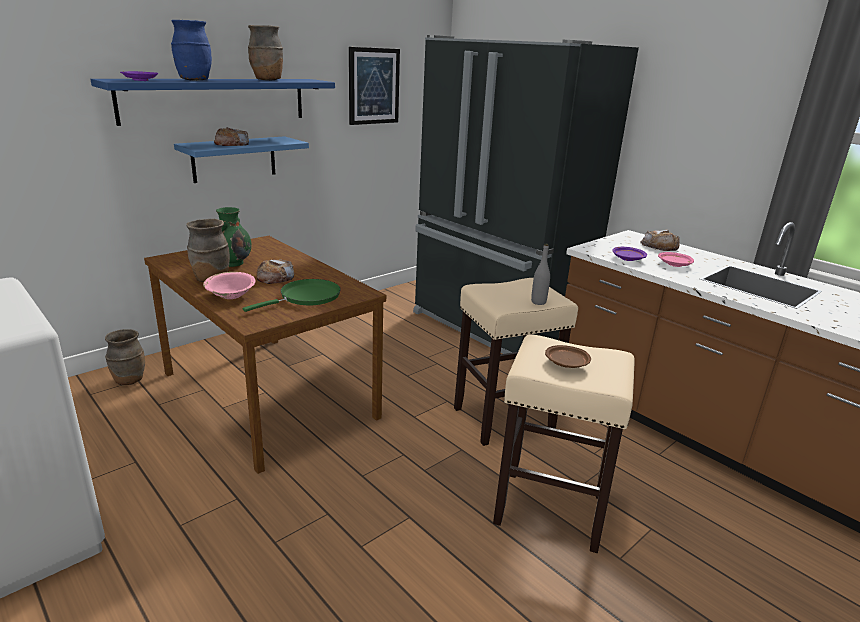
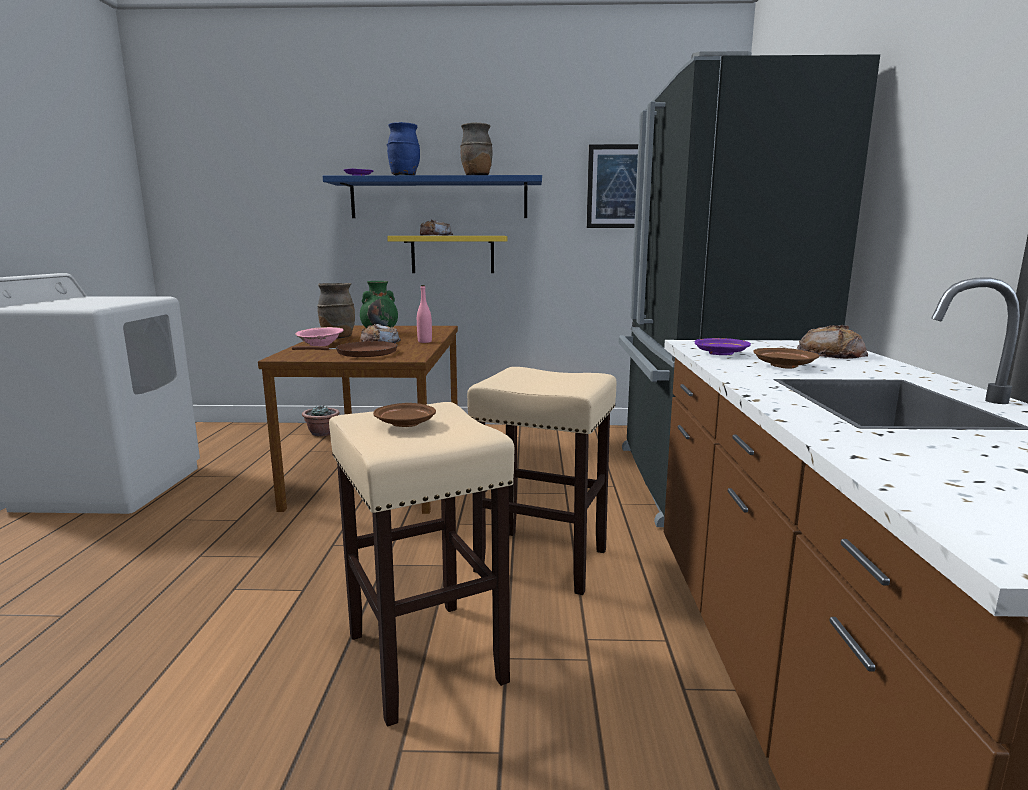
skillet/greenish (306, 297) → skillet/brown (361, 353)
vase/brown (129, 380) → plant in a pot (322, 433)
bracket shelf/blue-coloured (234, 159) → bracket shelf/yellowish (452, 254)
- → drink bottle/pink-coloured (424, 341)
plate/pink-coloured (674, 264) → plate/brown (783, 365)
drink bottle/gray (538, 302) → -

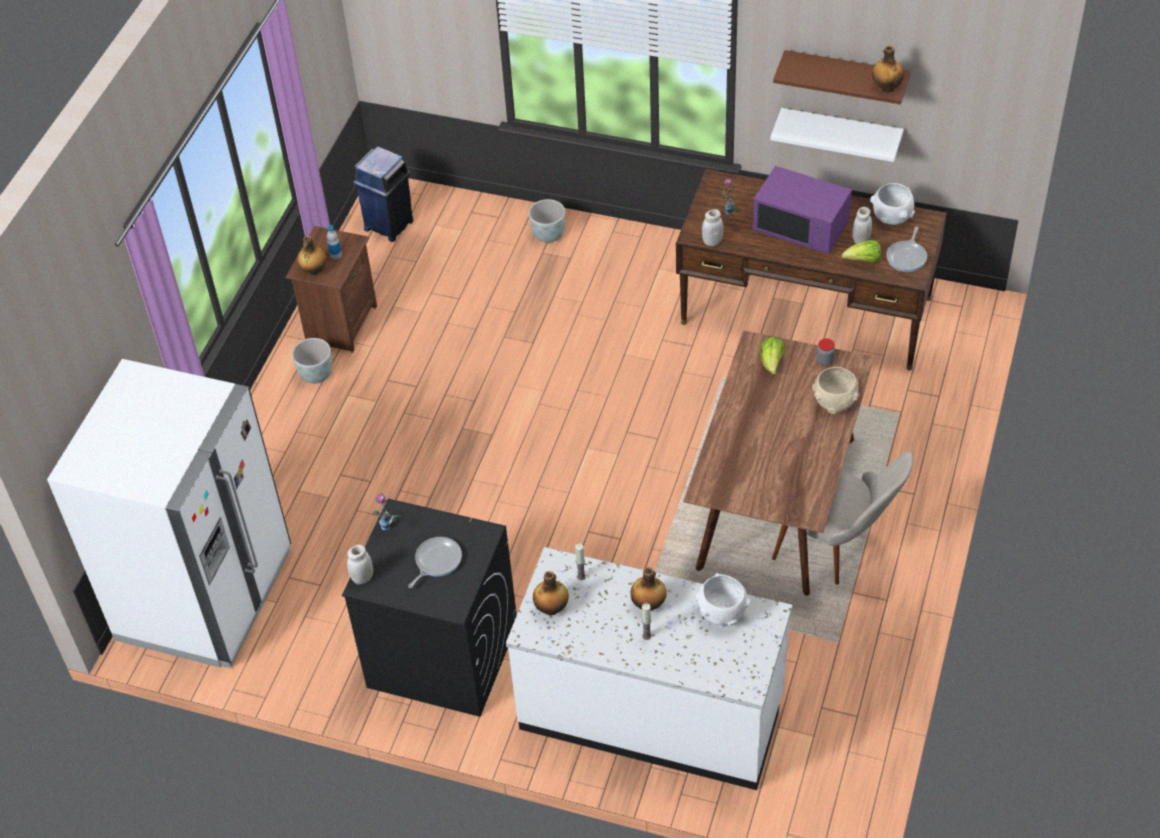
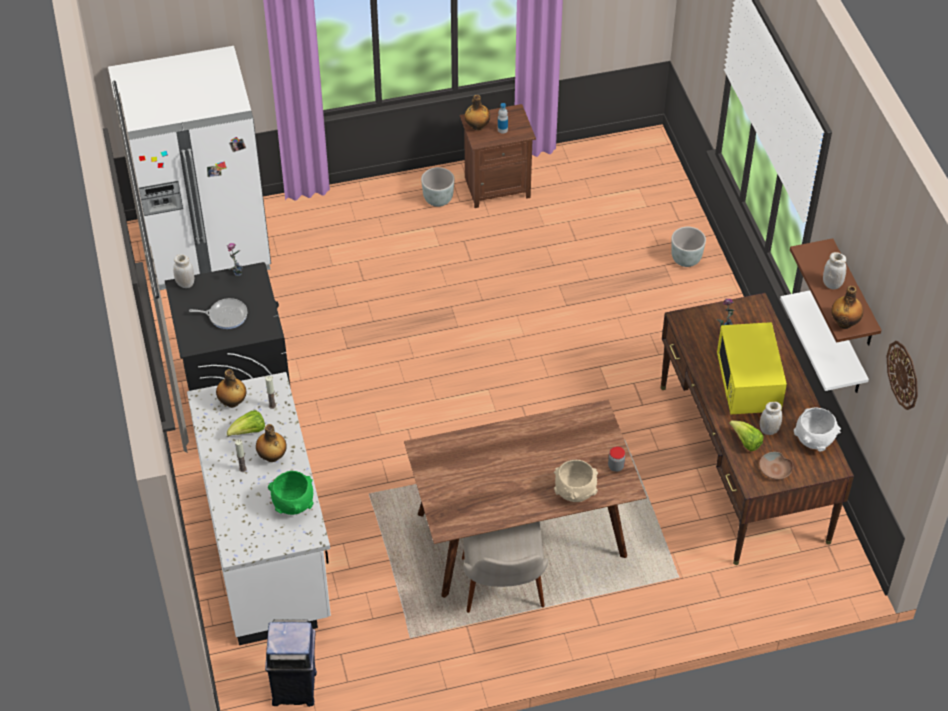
head of lettuce (772, 362) → head of lettuce (249, 432), relocated
rubbish bin/blue-coloured (389, 224) → rubbish bin/blue-coloured (295, 688), relocated
bowl/whitish (722, 613) → bowl/greenish (292, 504)
microwave/purple (801, 228) → microwave/yellowish (748, 384)
skillet (907, 257) → bowl/brown (775, 470)
storage jar/whitish (712, 241) → storage jar/whitish (832, 284), relocated
- → clock on the wall (903, 375)

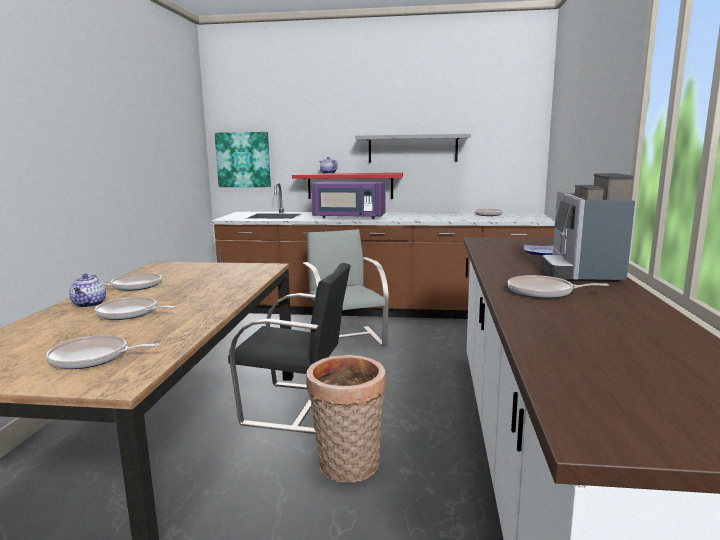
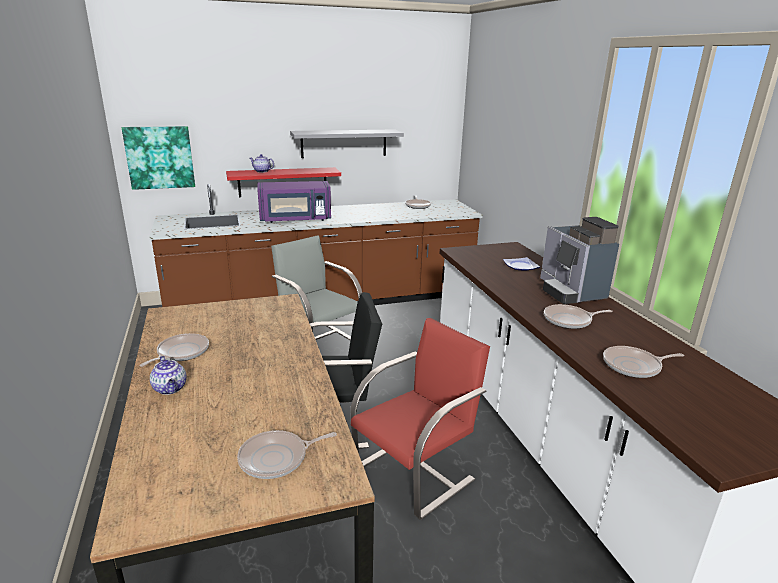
basket (348, 468) → plain chair/reddish (416, 472)
skillet (130, 313) → skillet (634, 366), relocated

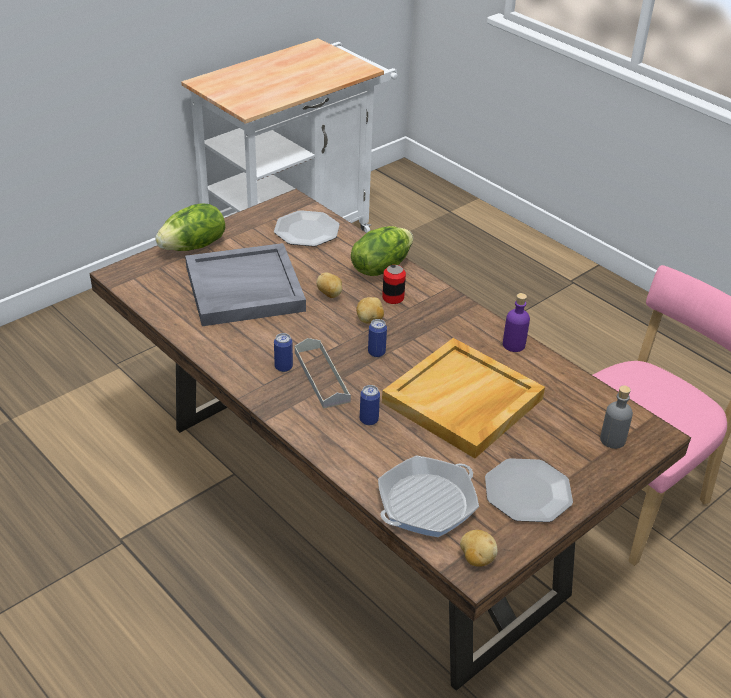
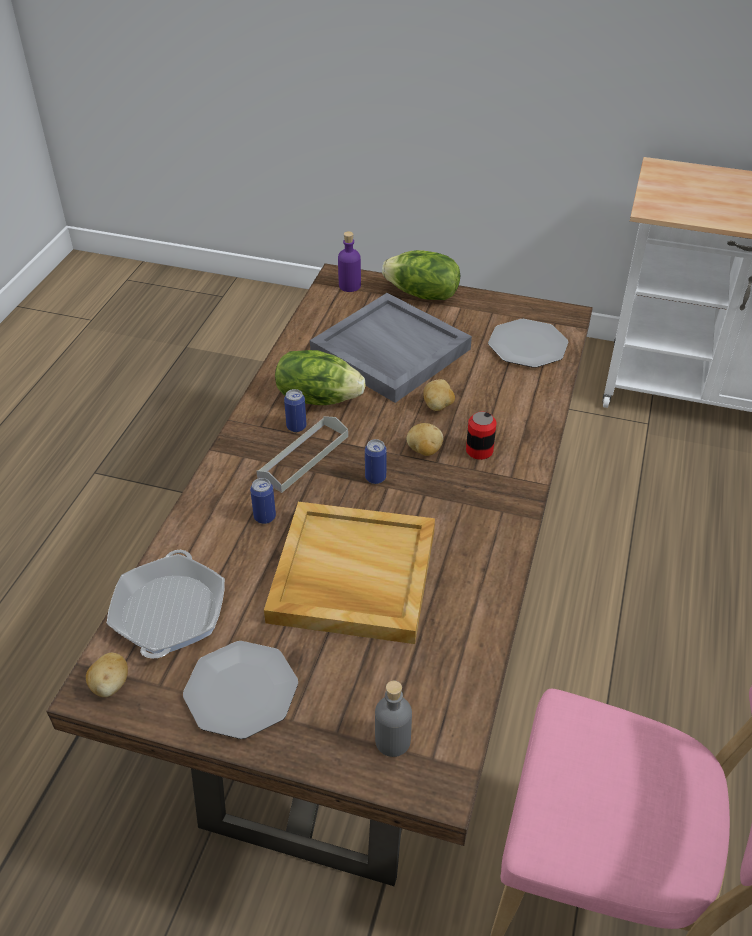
skillet (426, 503) → skillet (169, 612), 75 degrees clockwise
head of lettuce (380, 267) → head of lettuce (318, 397), relocated
drink bottle/purple (513, 345) → drink bottle/purple (349, 286), relocated

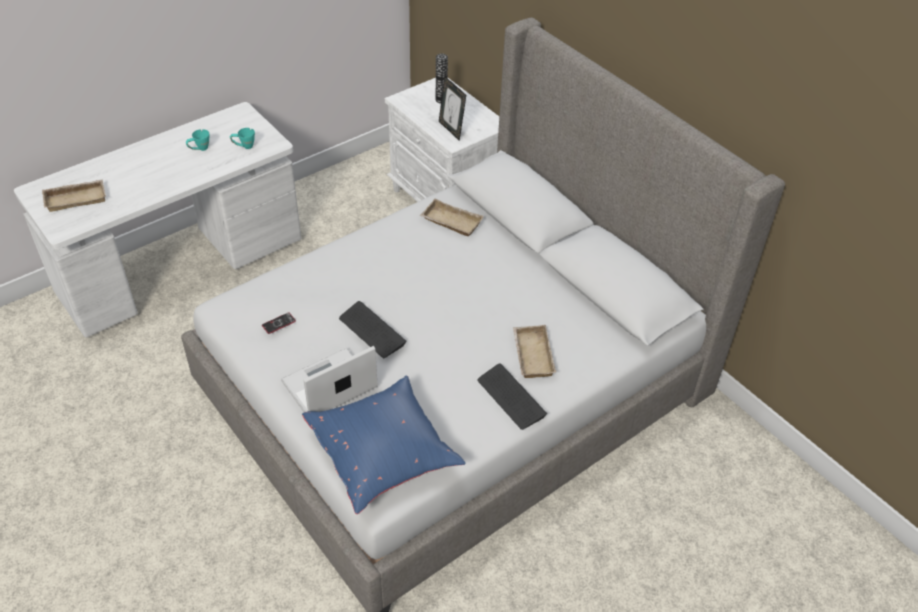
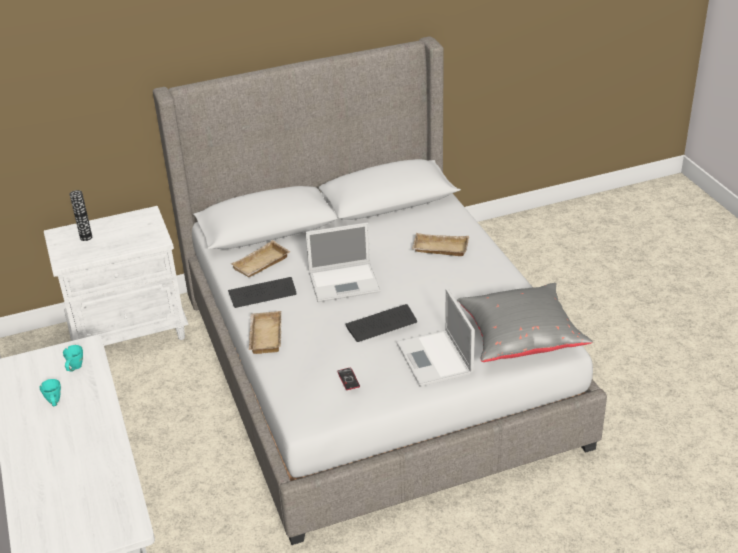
keyboard (511, 397) → keyboard (262, 293), relocated
carrying tray/beige (76, 198) → carrying tray/beige (264, 335), relocated
- → notebook computer (345, 282)
cushion/blue-coloured (383, 455) → cushion/gray (520, 338)
picture frame (451, 130) → -

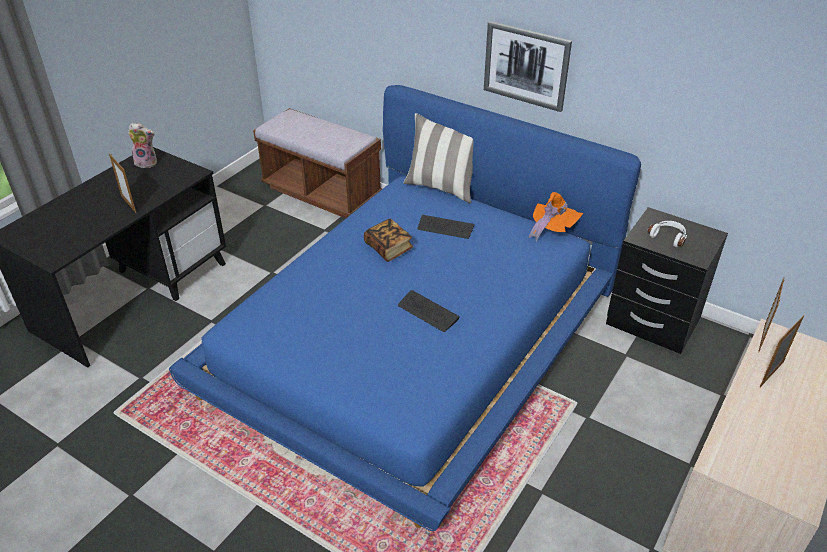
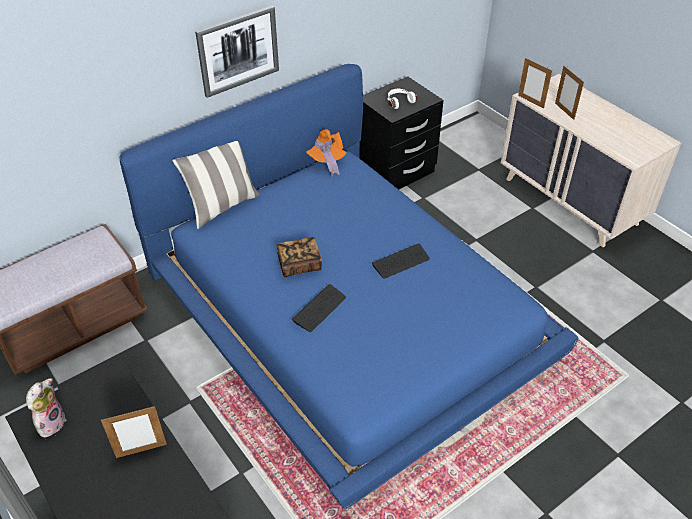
keyboard (445, 228) → keyboard (319, 309), relocated

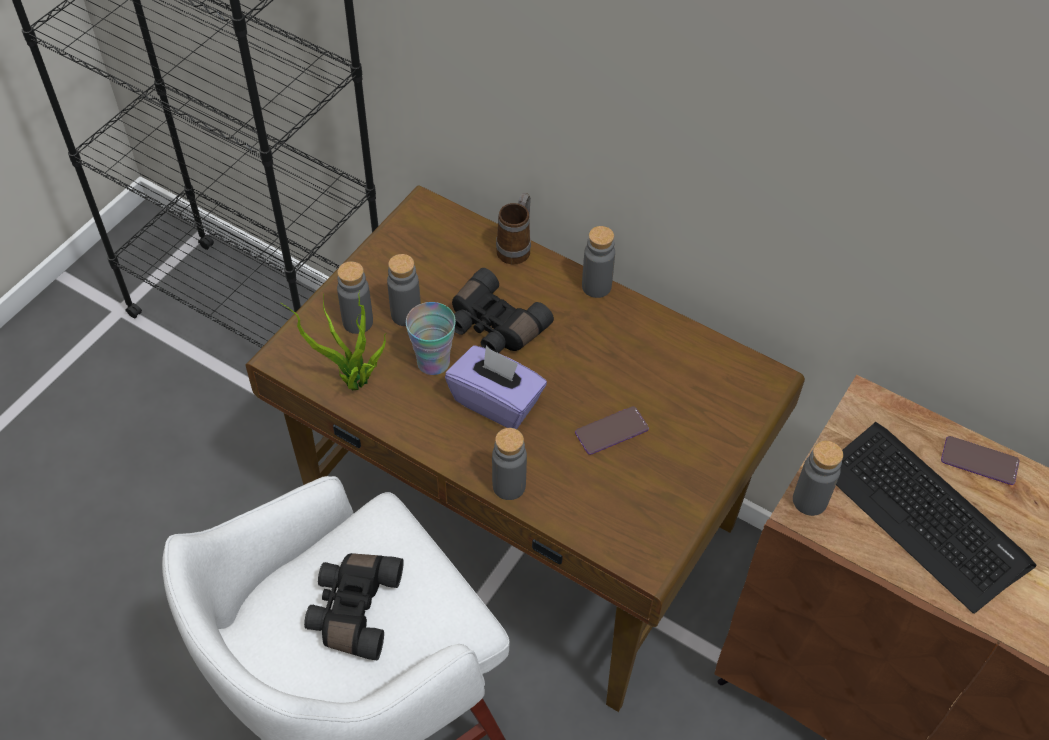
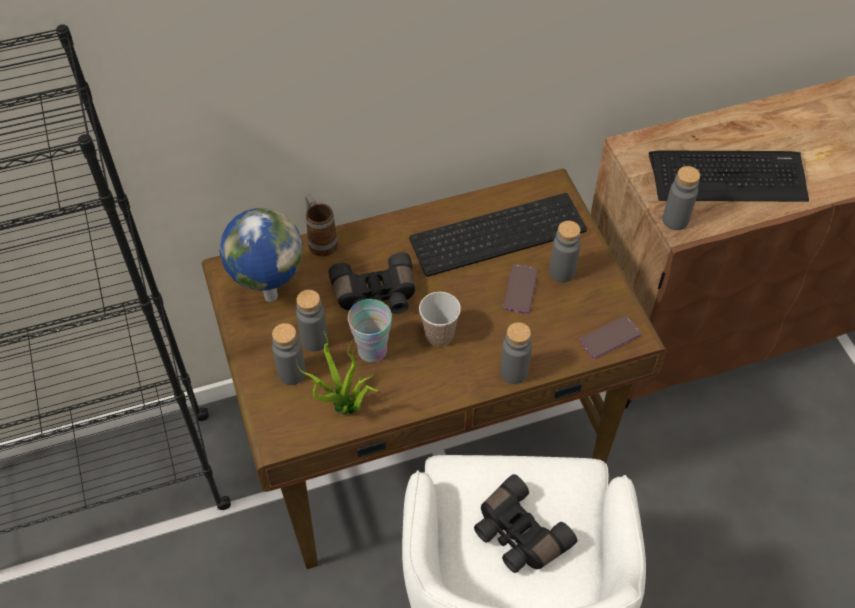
- → world globe (269, 296)
- → keyboard (498, 232)
tissue holder/purple (496, 401) → cup (439, 335)
drink bottle/gray (596, 286) → drink bottle/gray (562, 272), relocated
phone (979, 461) → phone (610, 337), relocated

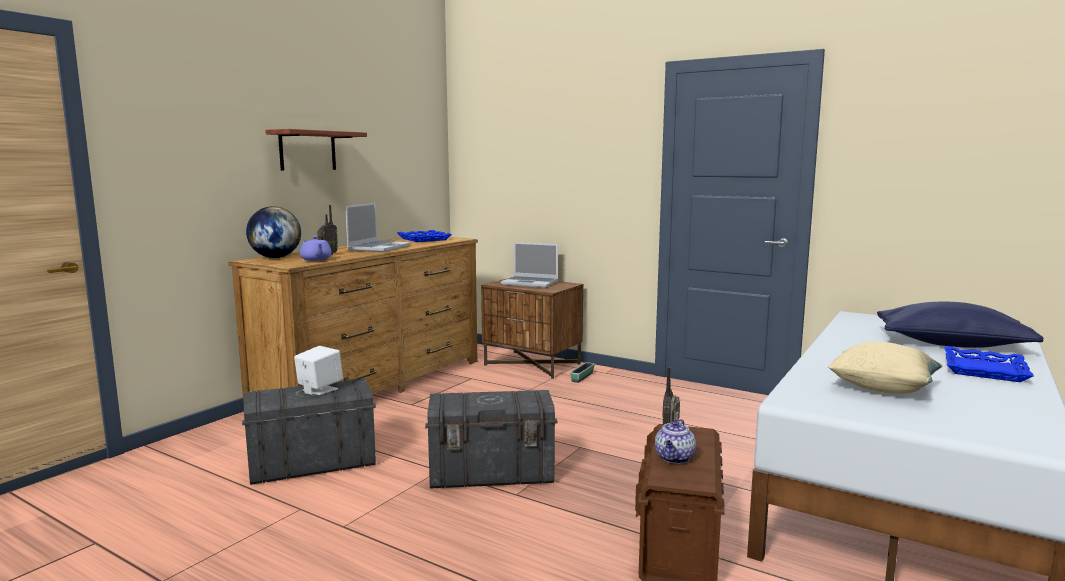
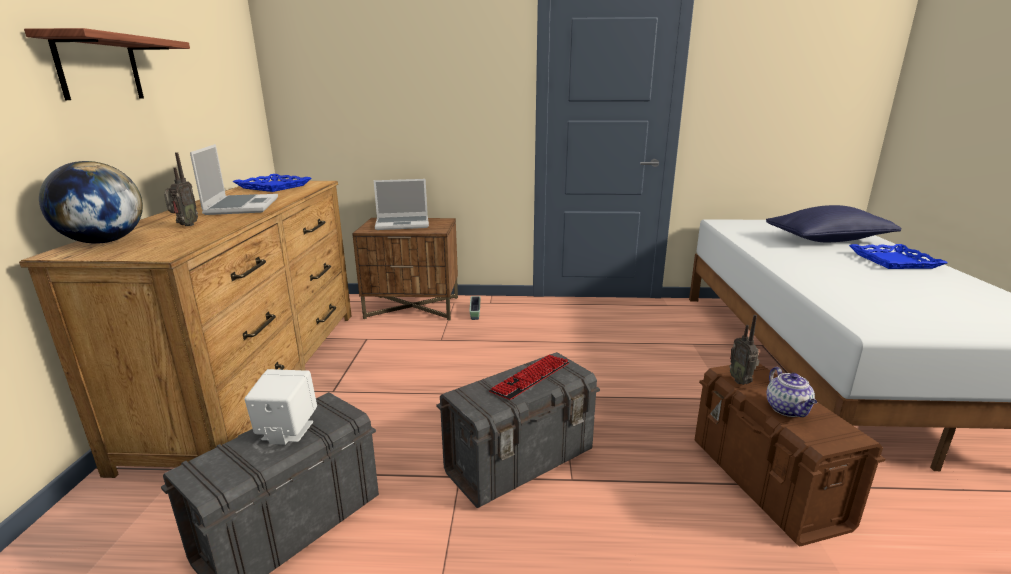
- → keyboard (530, 378)
pot for tea/purple (316, 260) → -
cushion/beige (882, 389) → -

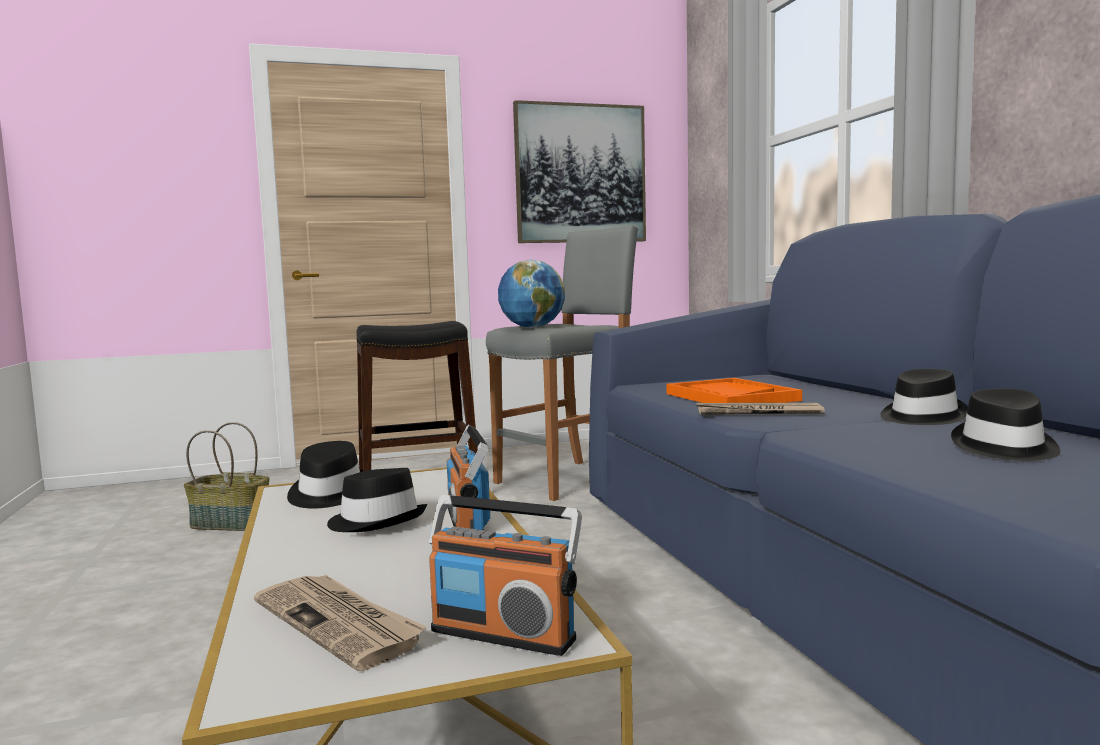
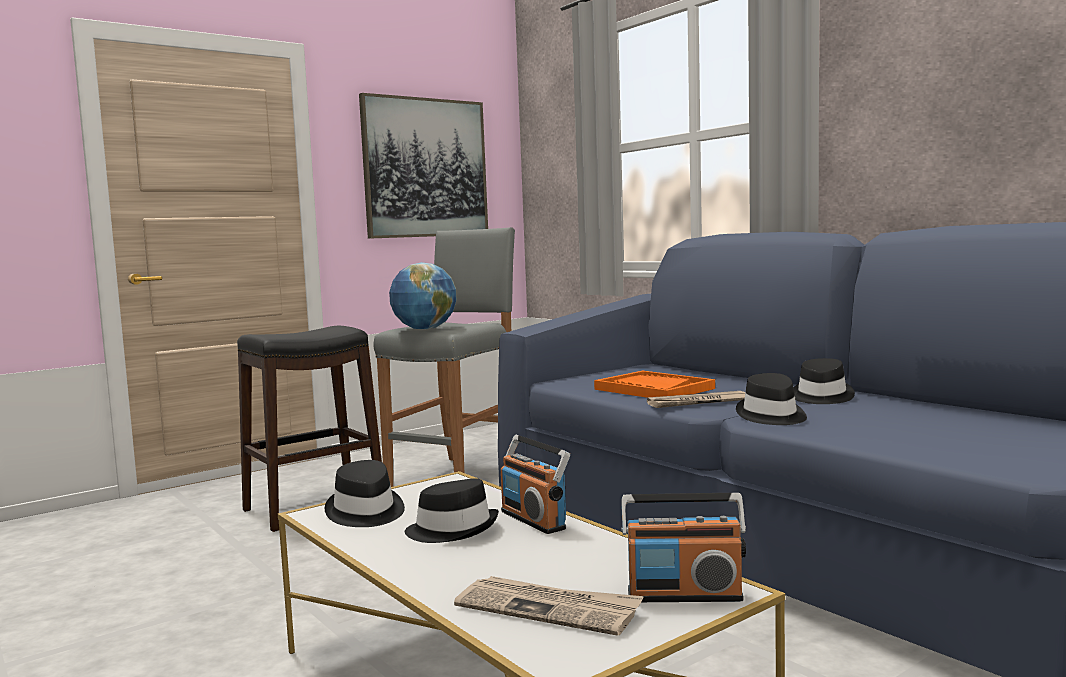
hat/black (1004, 447) → hat/black (771, 416), relocated
basket (232, 523) → -

